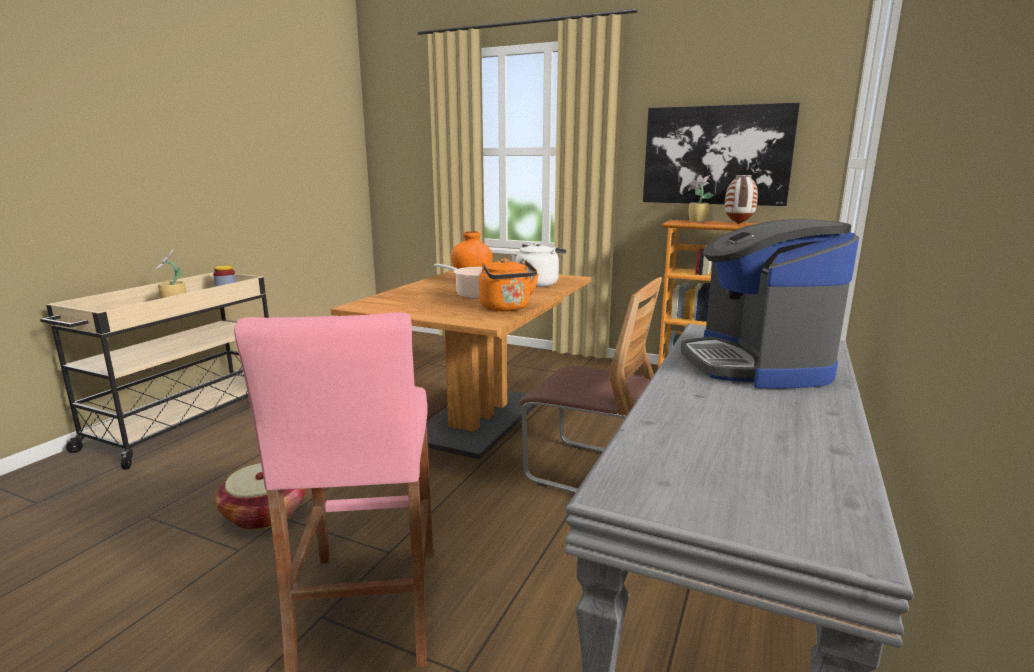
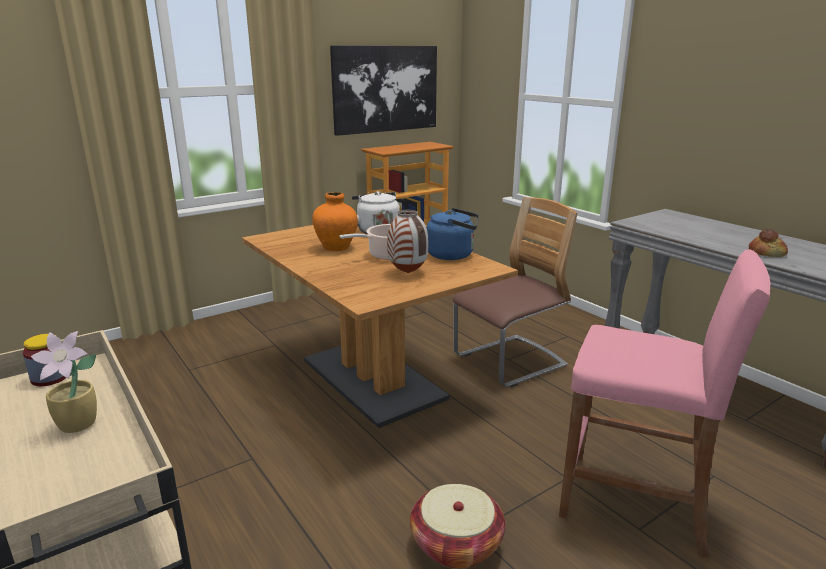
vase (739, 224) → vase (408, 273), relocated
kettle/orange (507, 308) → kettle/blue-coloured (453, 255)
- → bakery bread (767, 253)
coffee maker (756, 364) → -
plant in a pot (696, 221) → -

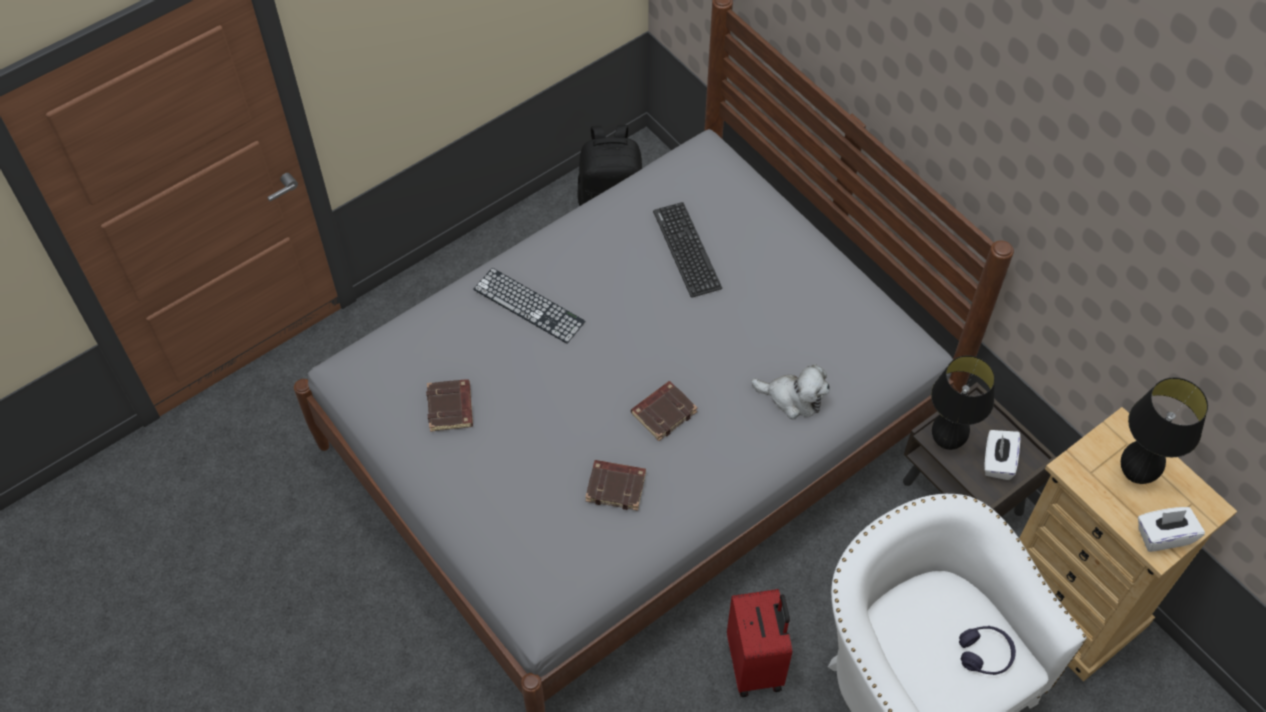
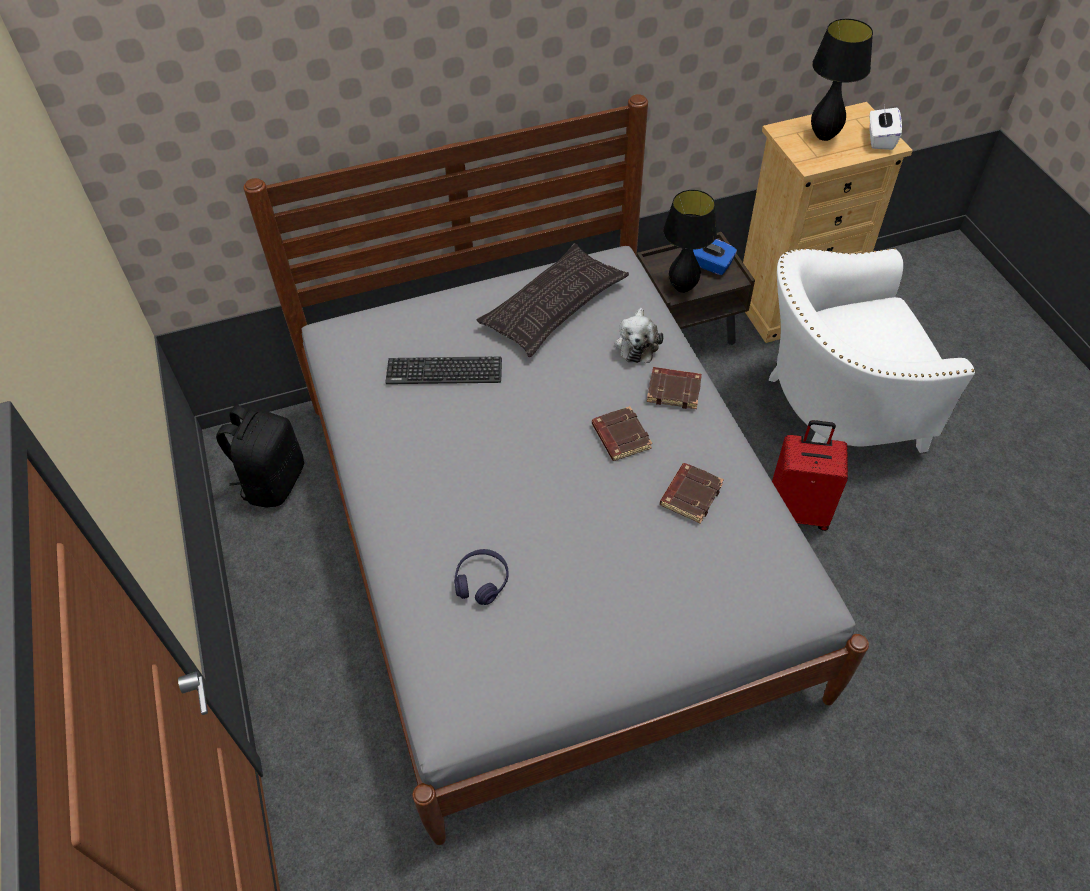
headset/purple (985, 654) → headset/purple (482, 581), relocated
- → cushion (554, 306)
cuddly toy (793, 398) → cuddly toy (637, 343), 150 degrees clockwise
bound book/brown (451, 408) → bound book/brown (674, 390), relocated
tissue holder/whitish (997, 462) → tissue holder/blue-coloured (711, 265)
keyboard (529, 305) → -

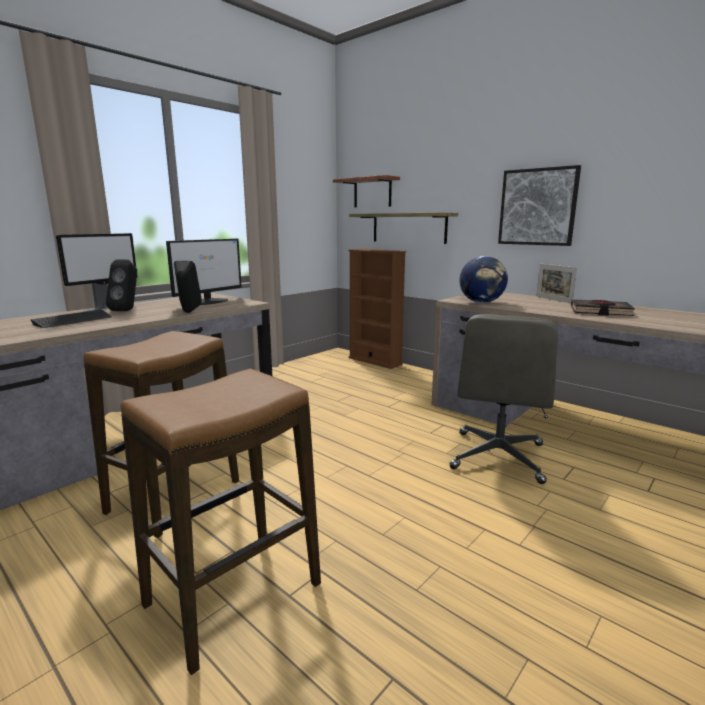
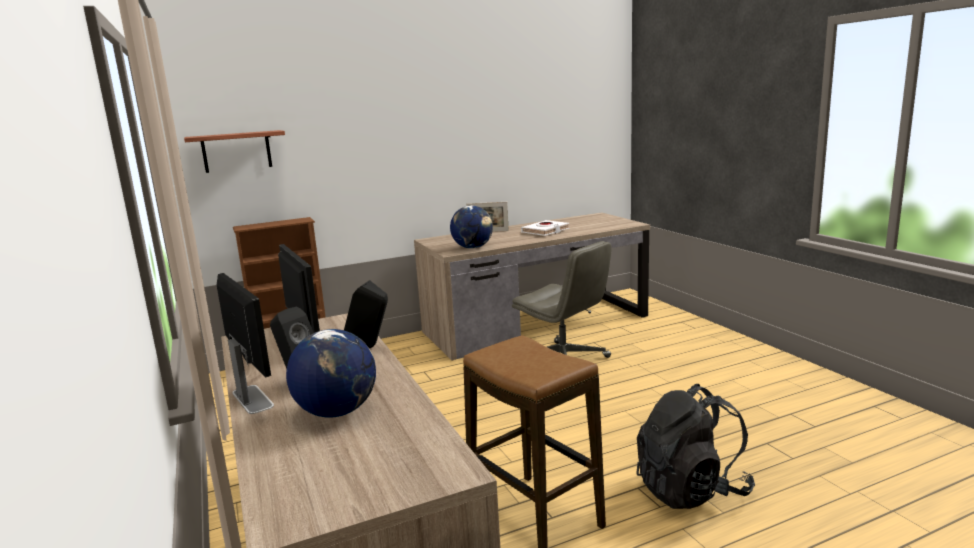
keyboard (73, 320) → world globe (336, 411)
bound book/black (600, 312) → bound book/whitish (545, 231)
stool seat (233, 595) → knapsack/black (691, 490)
bracket shelf (408, 228) → -
picture (537, 207) → -

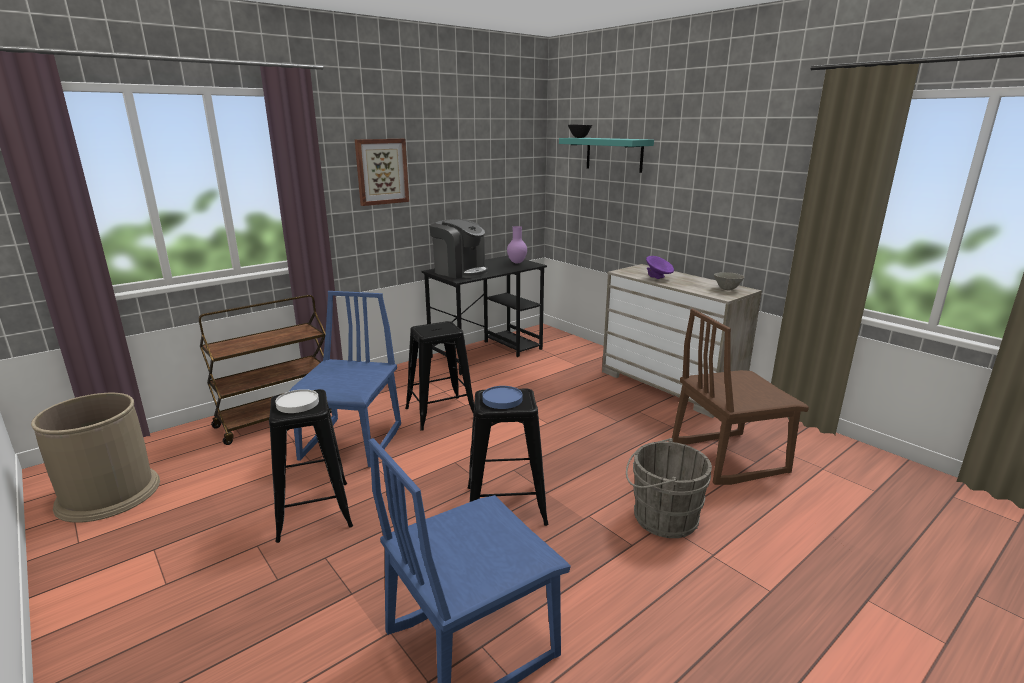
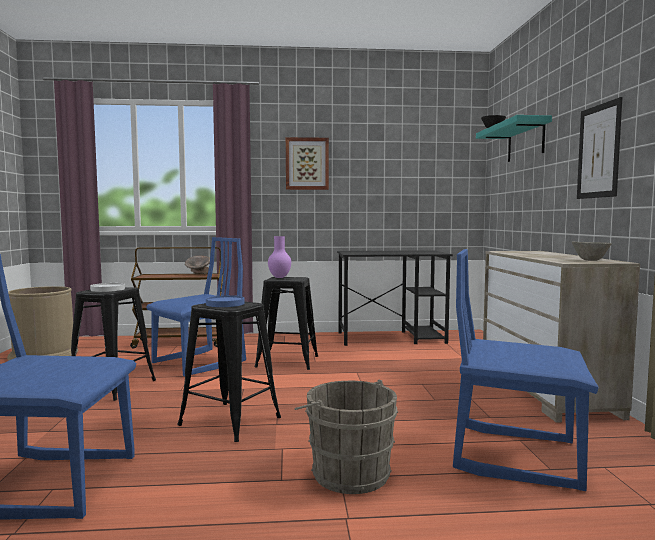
- → bowl/gray (198, 274)
vase/purple (517, 262) → vase/purple (279, 277), relocated
plain chair/brown (727, 457) → plain chair/blue-coloured (516, 455)
- → picture (598, 151)
coffee maker (460, 271) → -
bowl/purple (658, 278) → -

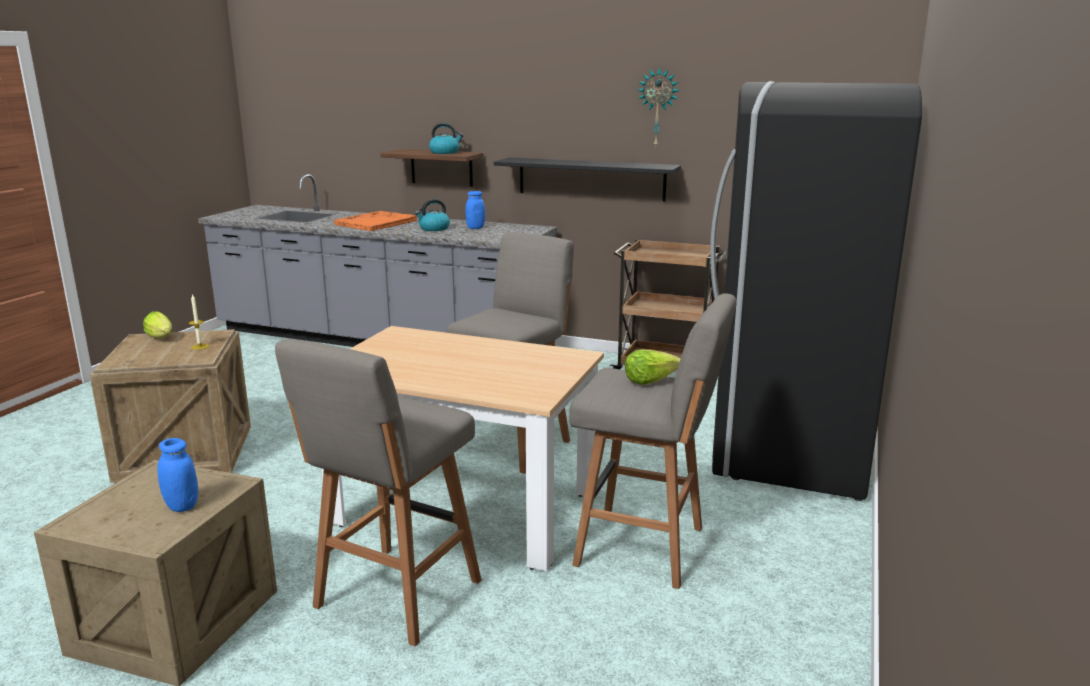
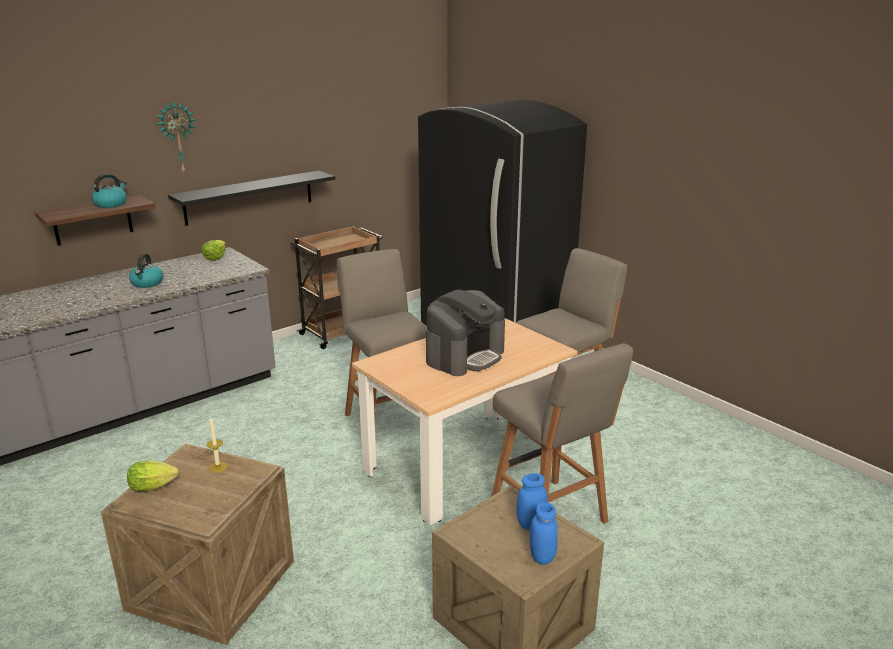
clock on the wall (658, 108) → clock on the wall (177, 137), relocated
head of lettuce (649, 380) → head of lettuce (215, 257), relocated
- → coffee maker (465, 356)
storage jar/blue-coloured (475, 228) → storage jar/blue-coloured (542, 557), relocated
carrying tray/orange (377, 222) → -

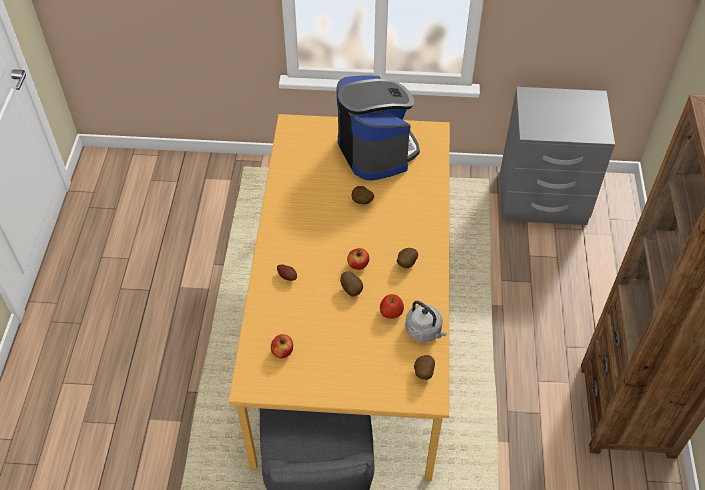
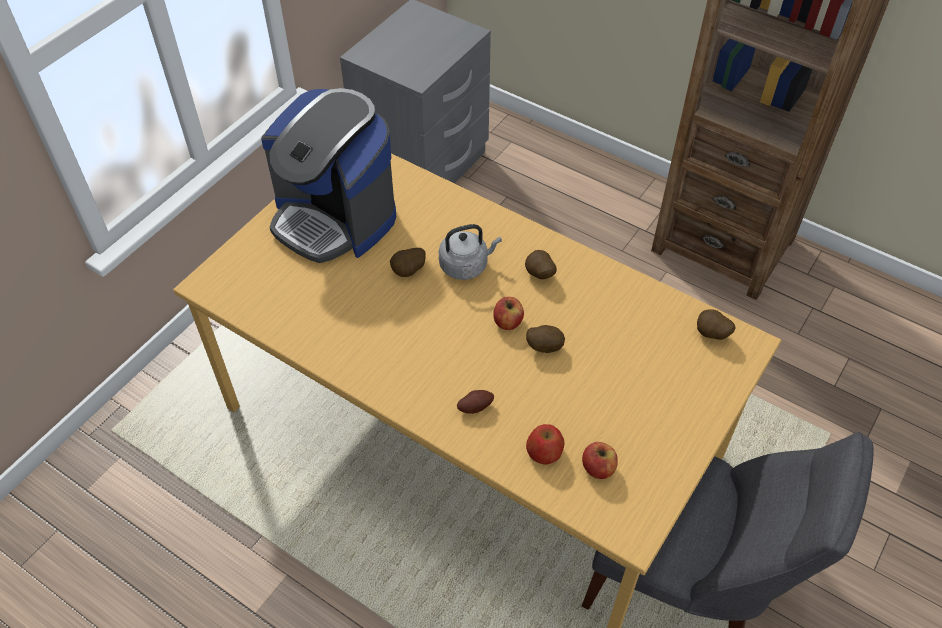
coffee maker (376, 150) → coffee maker (334, 218), 150 degrees counterclockwise
kettle/gray (424, 331) → kettle/gray (466, 265), relocated
apple (391, 312) → apple (544, 452), relocated

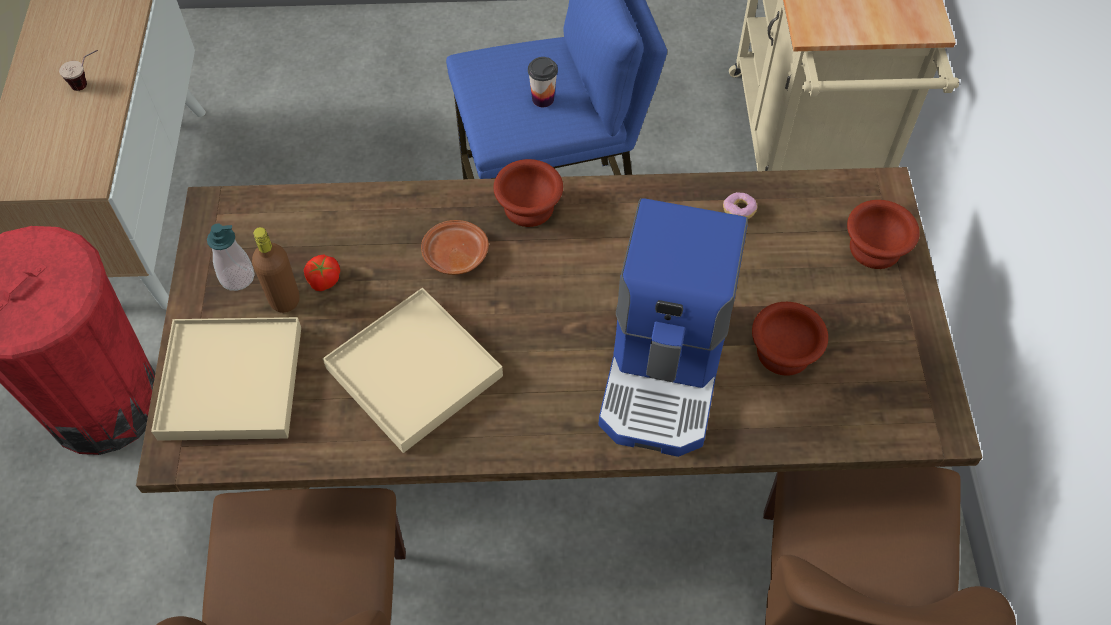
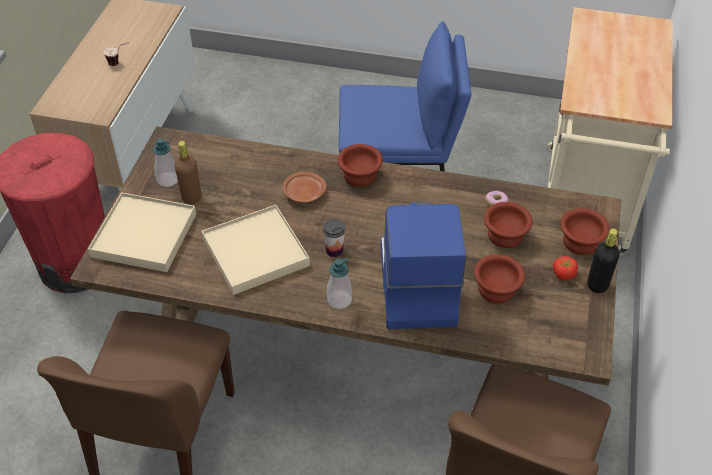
cup (543, 99) → cup (334, 250), relocated
- → soap bottle (339, 300)
coffee maker (666, 369) → coffee maker (415, 283), 150 degrees clockwise
- → bowl/brown (505, 234)
whole tomato (323, 279) → whole tomato (563, 273), relocated
- → drink bottle/black (597, 285)

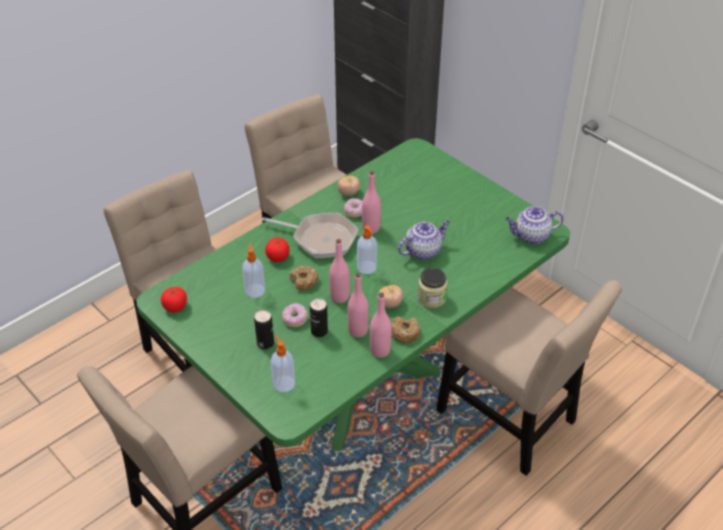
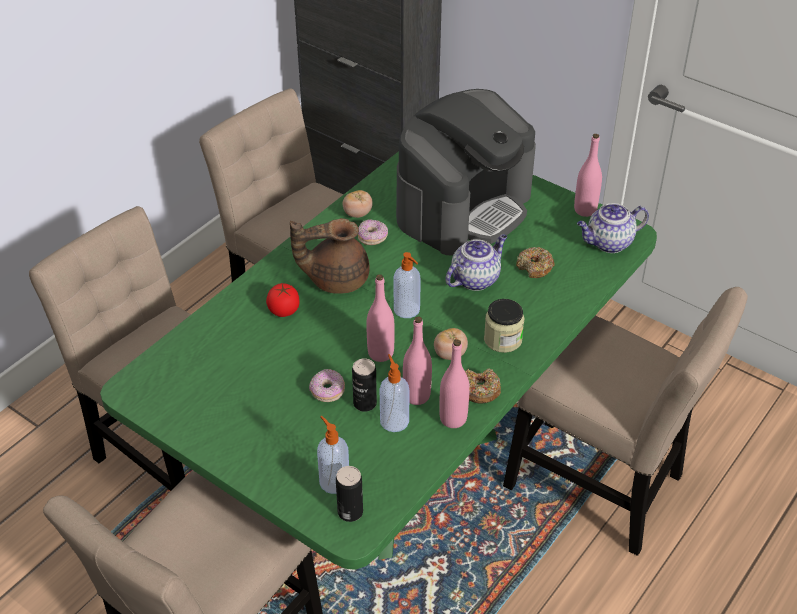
skillet (320, 239) → pot for tea/brown (335, 278)
sealed can (265, 343) → sealed can (350, 512), relocated
soap bottle (255, 290) → soap bottle (394, 420), relocated
- → coffee maker (464, 207)
ring doughnut (304, 281) → ring doughnut (535, 267), relocated
drink bottle/pink-coloured (371, 228) → drink bottle/pink-coloured (585, 210), relocated
whole tomato (175, 307) → -

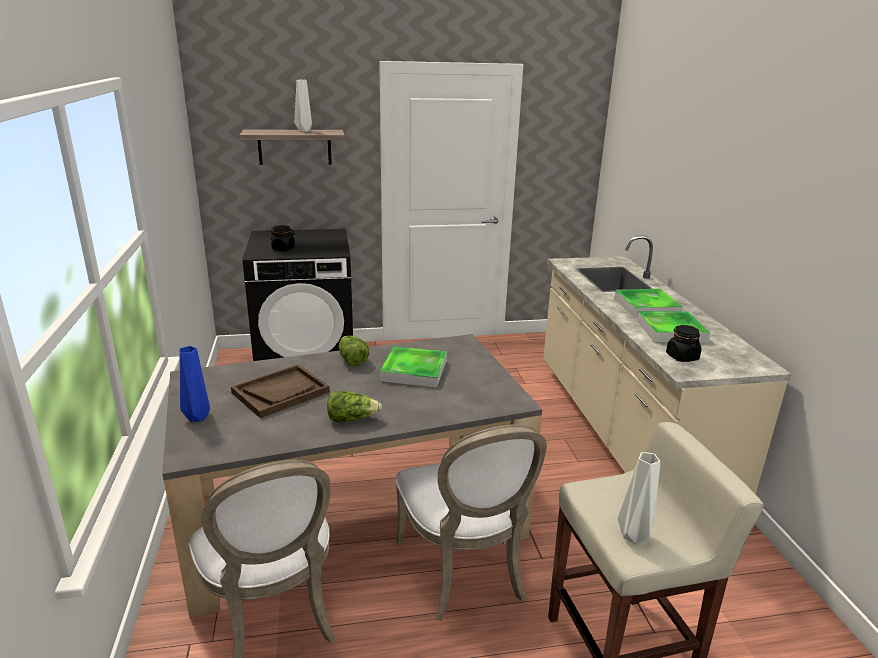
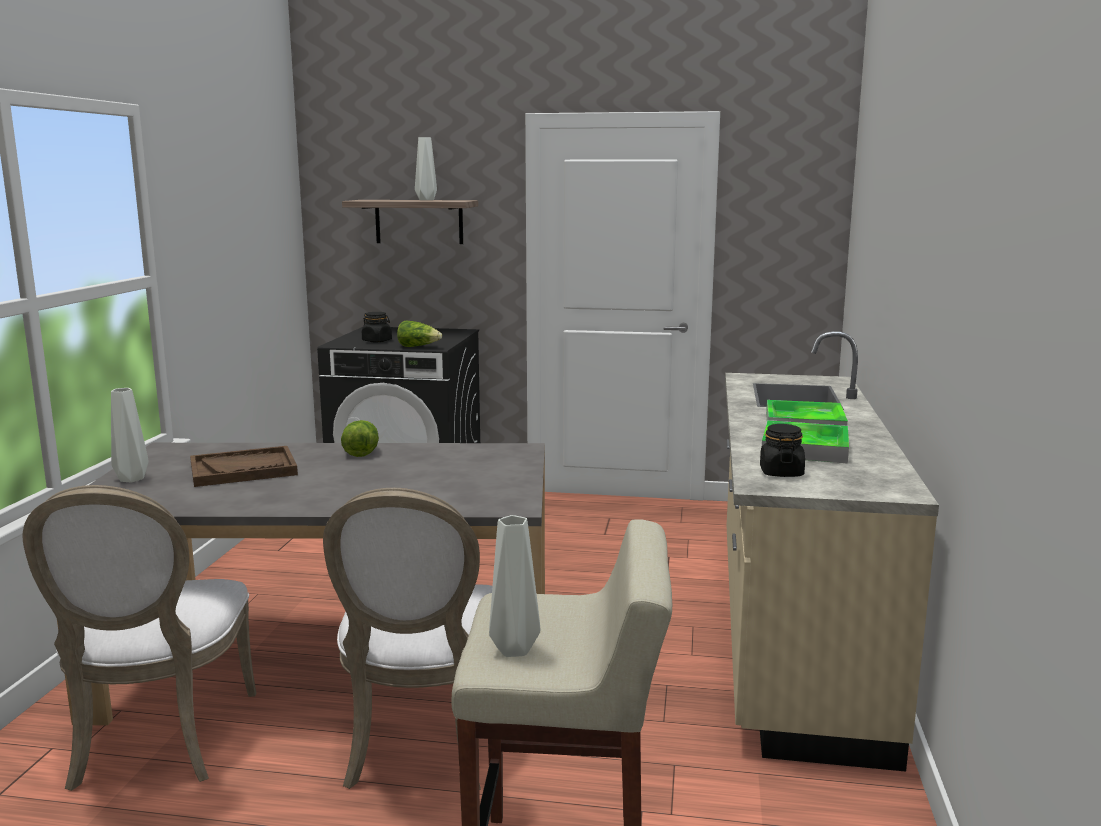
vase/blue-coloured (197, 417) → vase/whitish (131, 478)
head of lettuce (351, 419) → head of lettuce (418, 347), relocated
carrying tray (414, 370) → -

